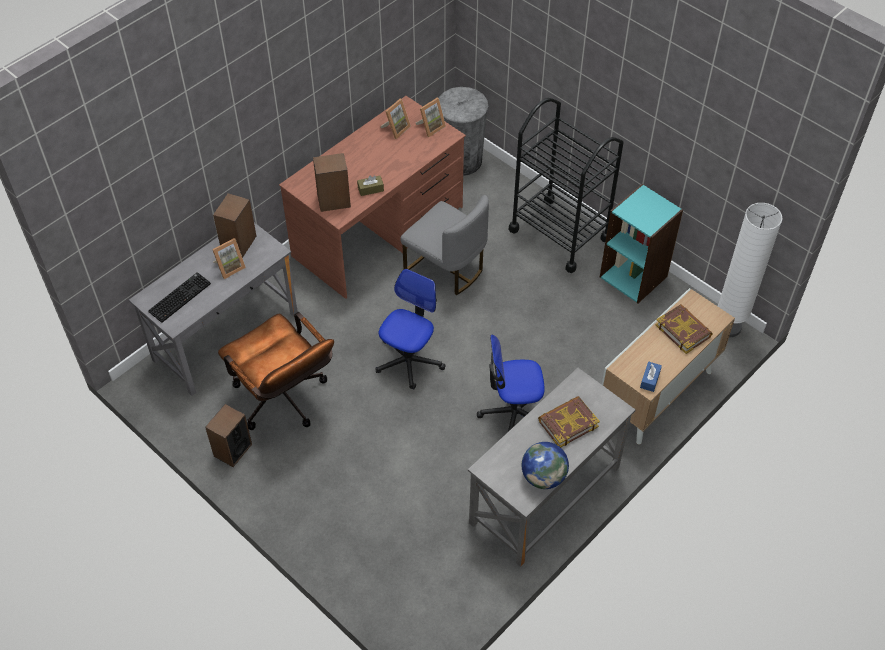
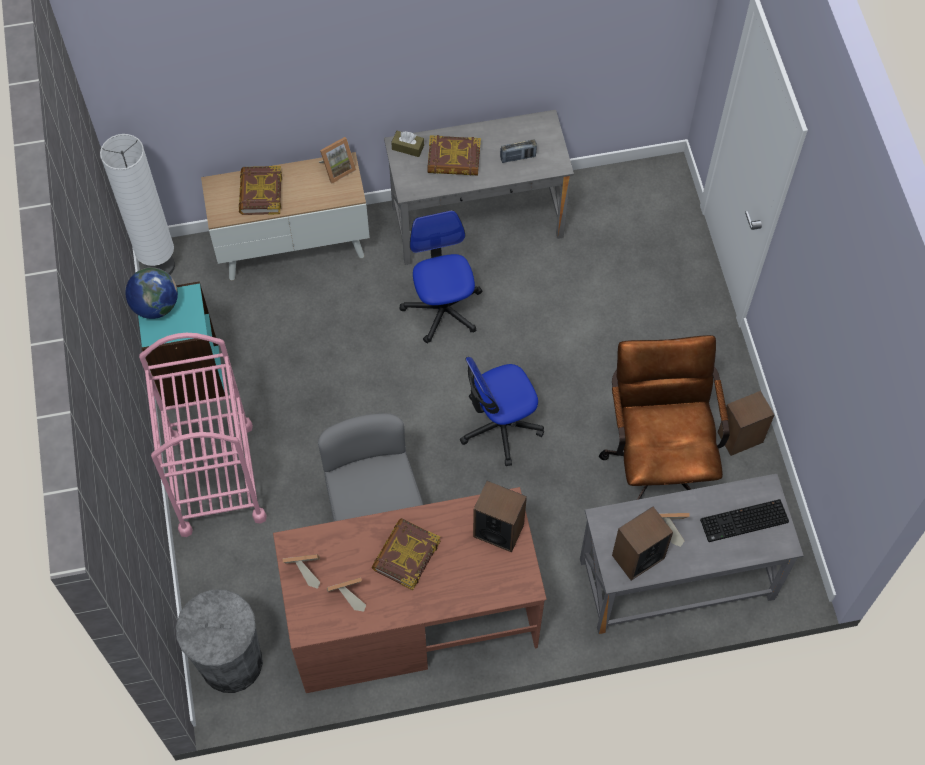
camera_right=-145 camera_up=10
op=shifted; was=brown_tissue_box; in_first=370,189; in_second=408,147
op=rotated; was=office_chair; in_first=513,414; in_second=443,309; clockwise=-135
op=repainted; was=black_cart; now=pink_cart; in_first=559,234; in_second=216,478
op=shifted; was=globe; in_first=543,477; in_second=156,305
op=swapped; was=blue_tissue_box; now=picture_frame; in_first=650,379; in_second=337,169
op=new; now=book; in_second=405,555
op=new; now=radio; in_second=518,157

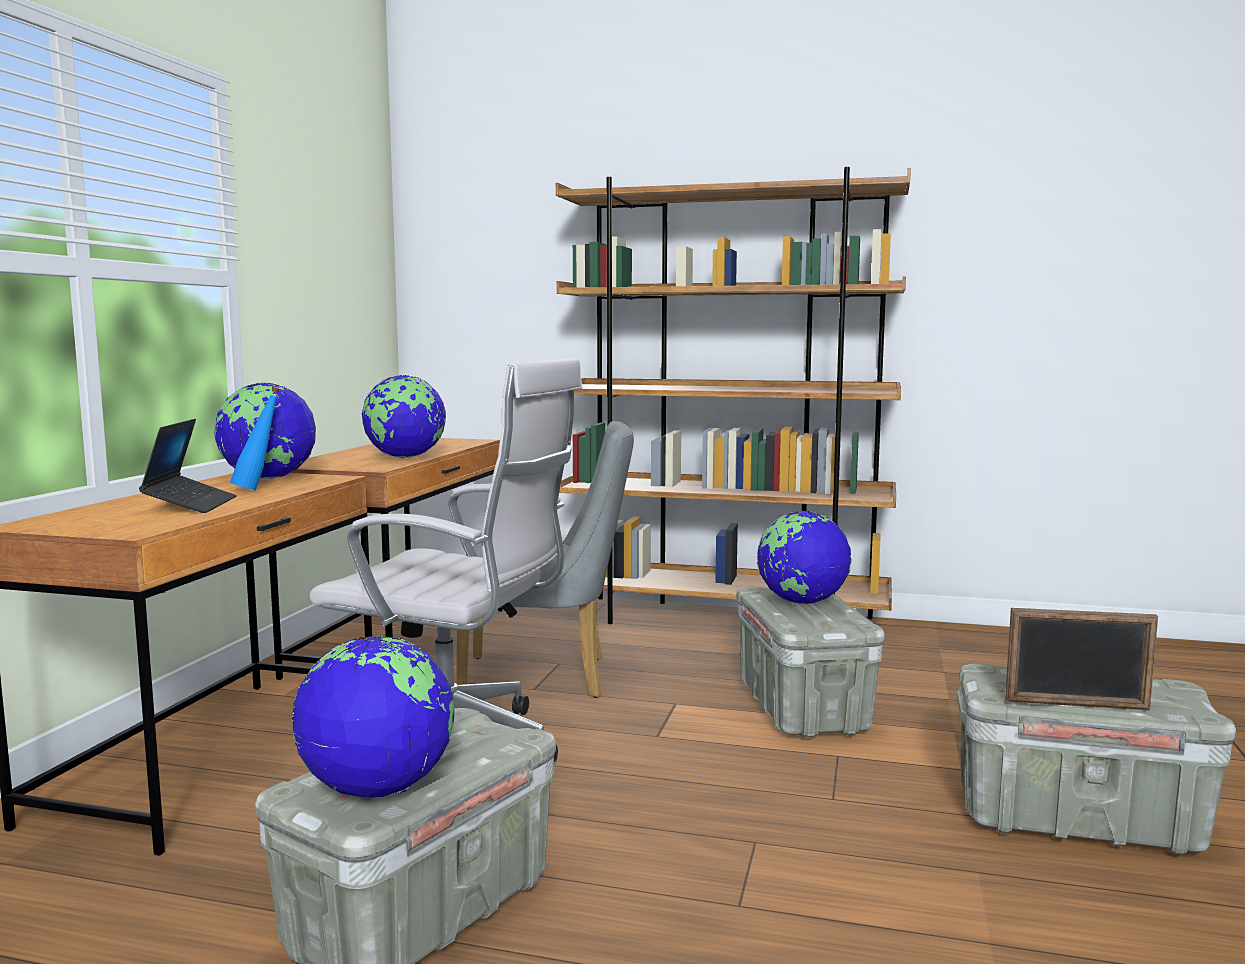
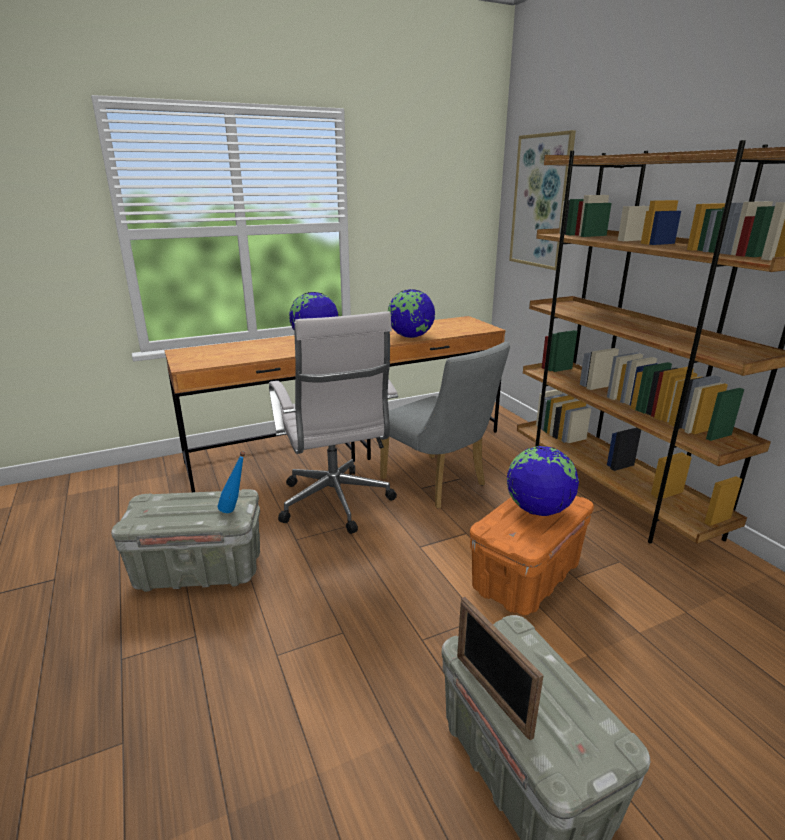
camera_right=50 camera_up=15
op=gone; was=laptop; in_first=191,505
op=shifted; was=blue_bottle; in_first=258,489; in_second=235,511
op=gone; was=globe; in_first=377,789
op=repainted; was=grey_storage_box; now=orange_storage_box; in_first=801,707; in_second=526,576
op=new; now=picture; in_second=541,202

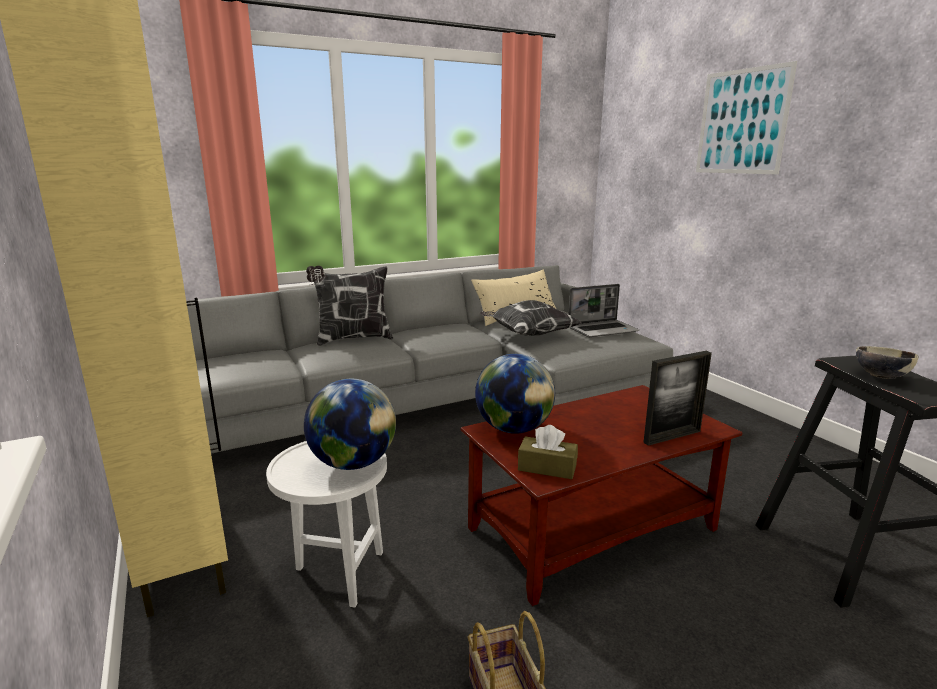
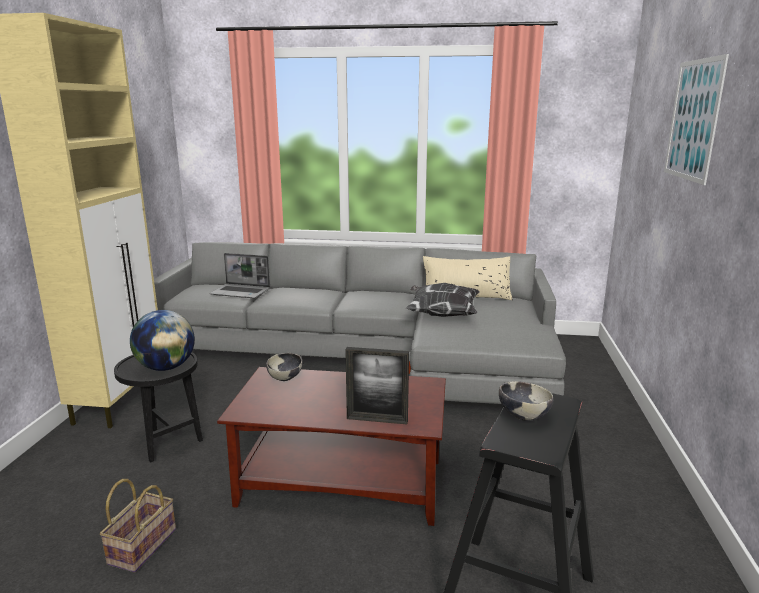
camera_right=35 camera_up=0
op=repainted; was=white_side_table; now=black_side_table; in_first=337,573; in_second=166,441
op=gone; was=pillow; in_first=352,339
op=swapped; was=globe; now=bowl; in_first=513,429; in_second=285,378
op=gone; was=brown_tissue_box; in_first=547,467
op=shifted; was=laptop; in_first=603,330; in_second=241,292

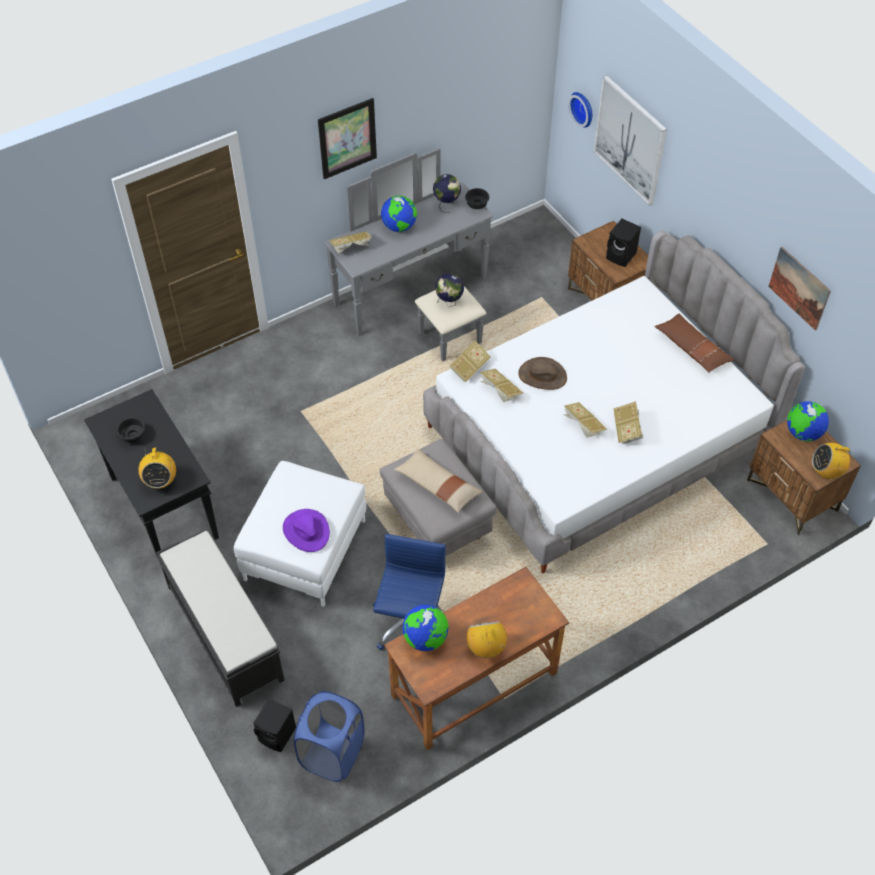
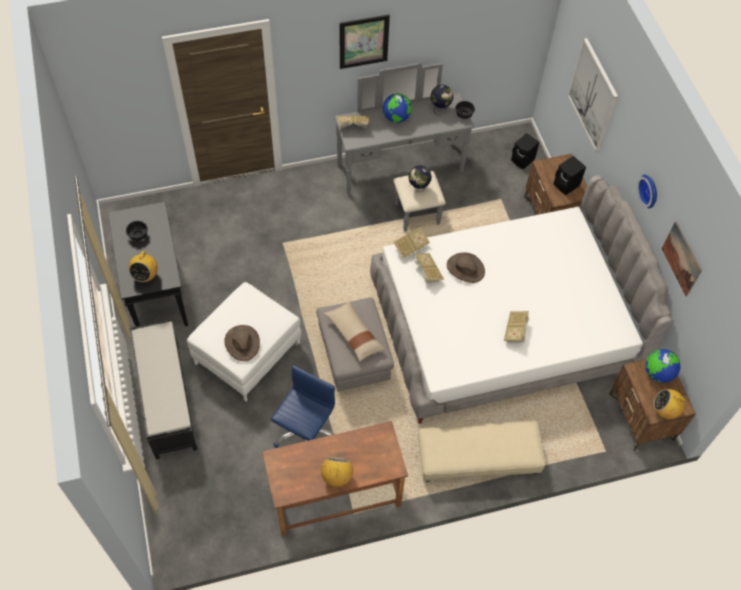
camera_right=15 camera_up=5
op=shifted; was=black_speaker; in_first=278,735; in_second=523,160
op=repainted; was=purple_hat; now=brown_hat; in_first=306,531; in_second=242,343
op=gone; was=blue_laundry_basket; in_first=332,753
op=gone; was=globe; in_first=425,639
op=gone; was=book; in_first=583,426
op=shifted; was=wall_clock; in_first=583,108; in_second=650,190
op=gone; was=brown_pillow; in_first=692,349
op=new; now=beige_ottoman; in_second=478,457

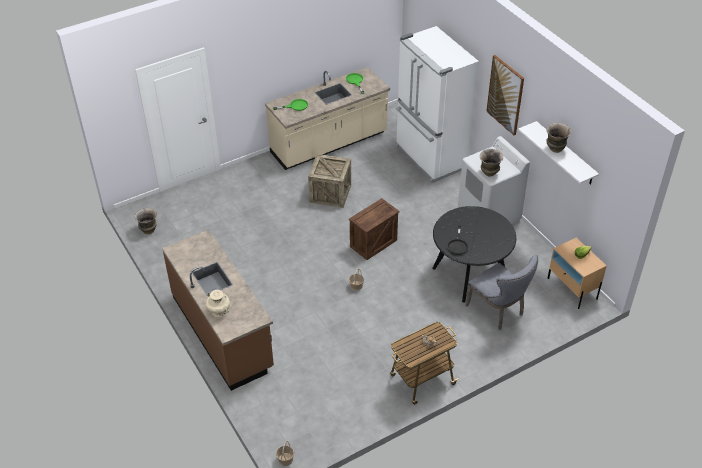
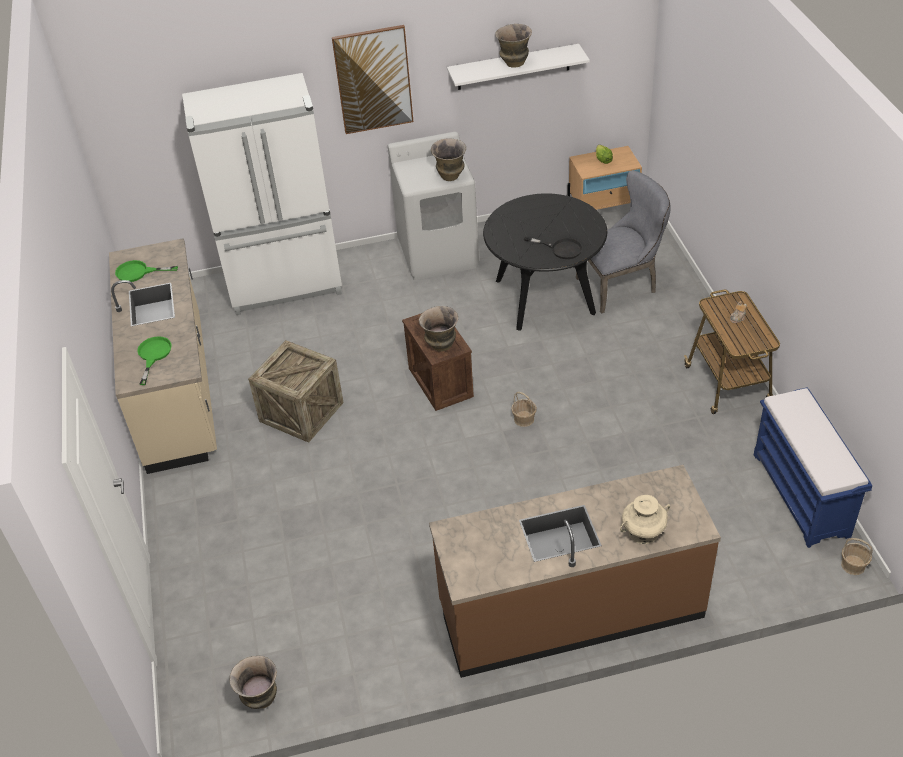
camera_right=-70 camera_up=0
op=new; now=vase; in_second=440,346
op=new; now=blue_bench; in_second=802,495

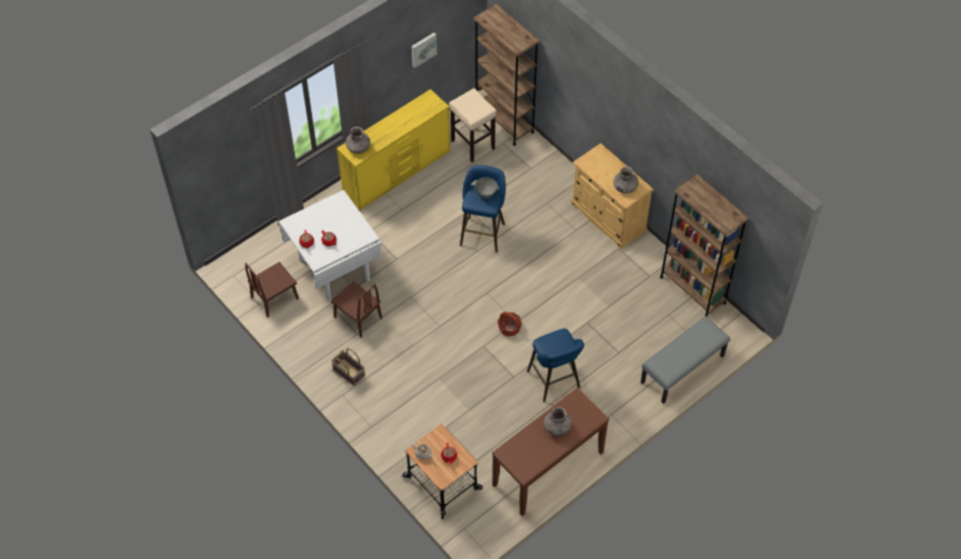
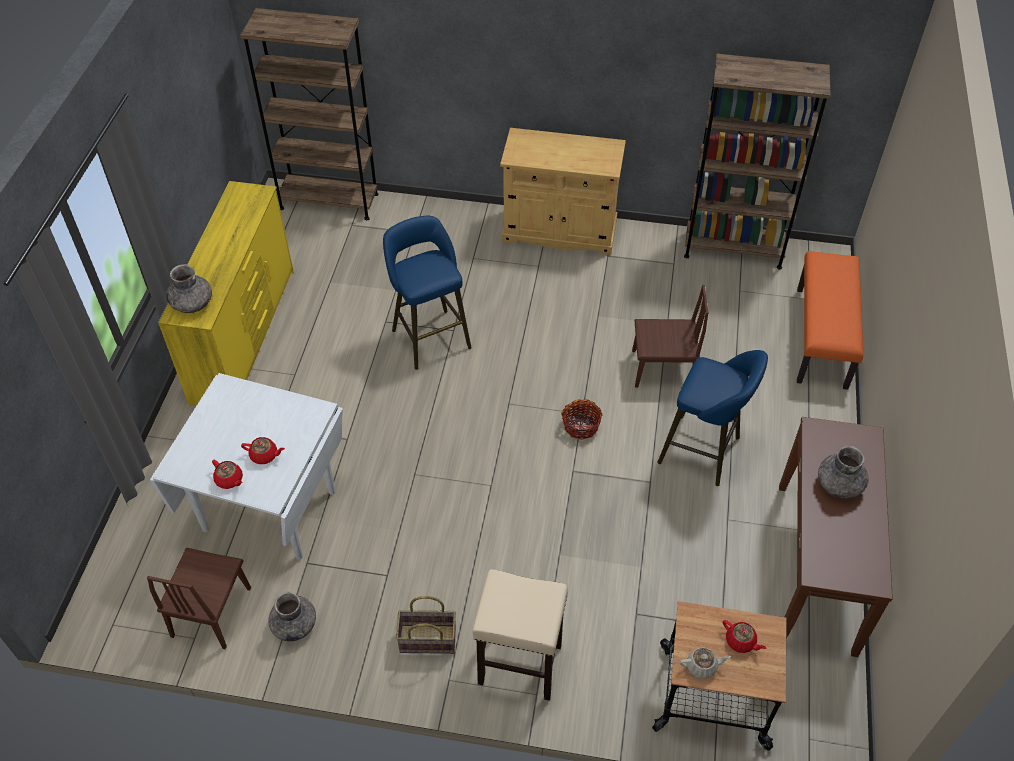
camera_right=-40 camera_up=-5
op=shifted; was=brown_chair; in_first=358,317; in_second=662,369
op=gone; was=picture; in_first=423,49
op=shifted; was=beige_stool; in_first=472,144; in_second=518,664
op=gone; was=grey_bowl; in_first=486,193
op=shifted; was=grey_vase; in_first=624,187; in_second=294,625
op=repainted; was=grey_bench; now=orange_bench; in_first=682,369; in_second=822,338

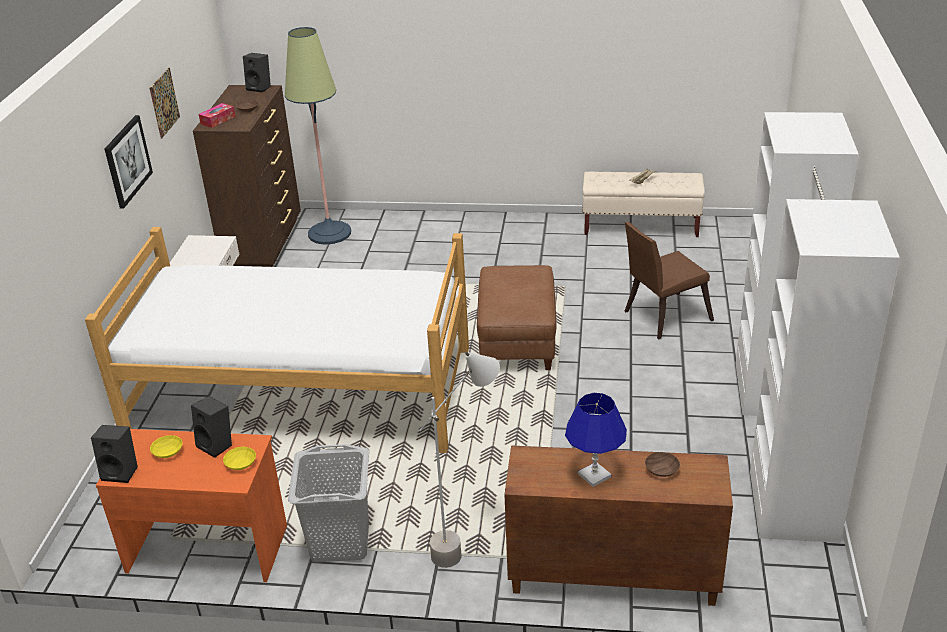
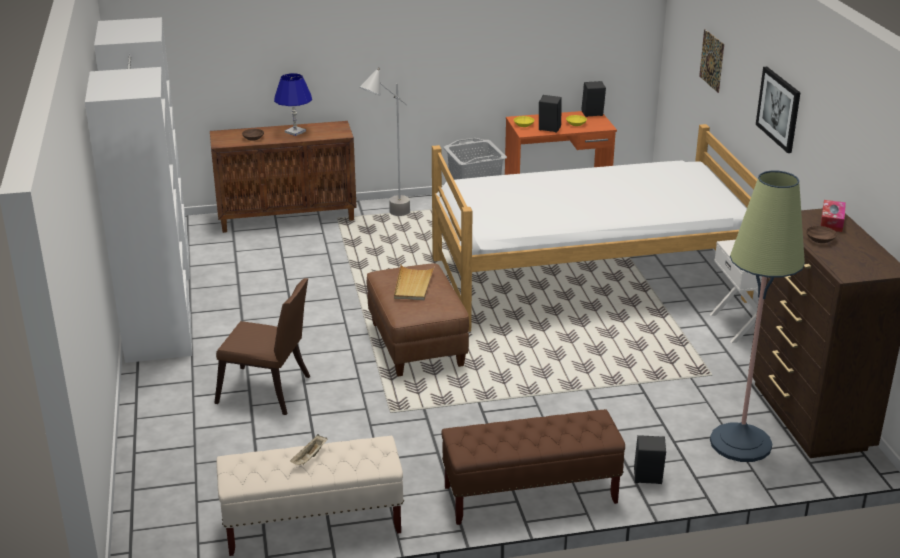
camera_right=160 camera_up=-5
op=shifted; was=picture; in_first=164,102; in_second=712,60
op=shifted; was=black_speaker; in_first=260,88; in_second=647,479
op=rotated; was=brown_chair; in_first=662,317; in_second=269,392; clockwise=60
op=new; now=beige_tray; in_second=413,285
op=new; now=brown_bench; in_second=530,495

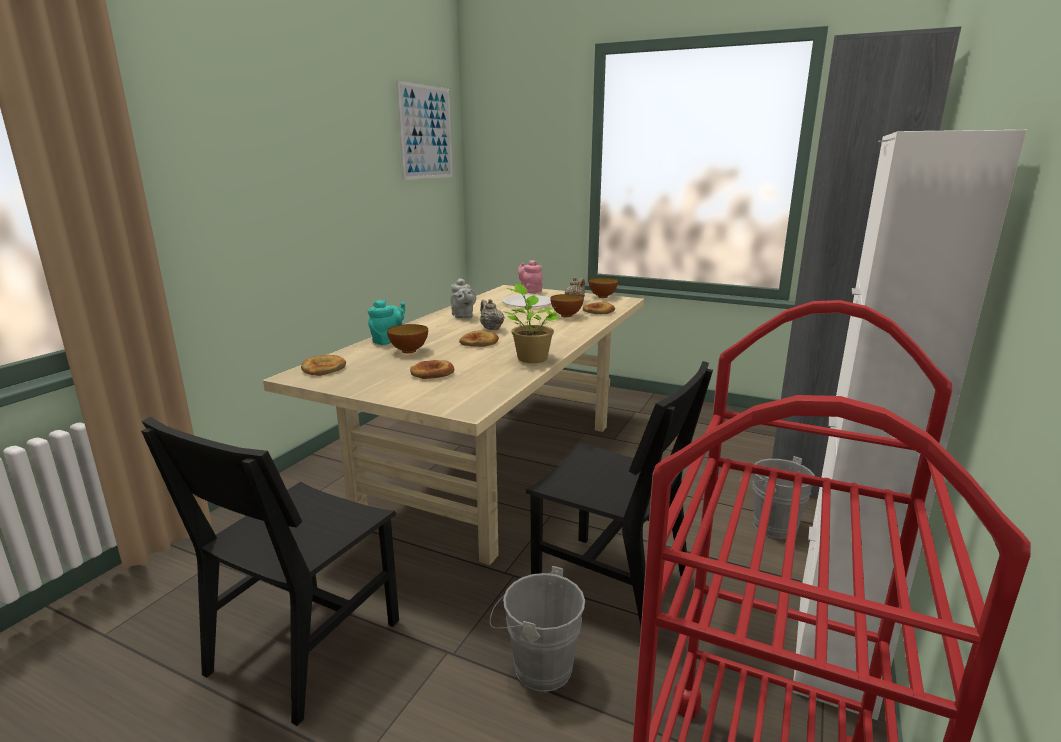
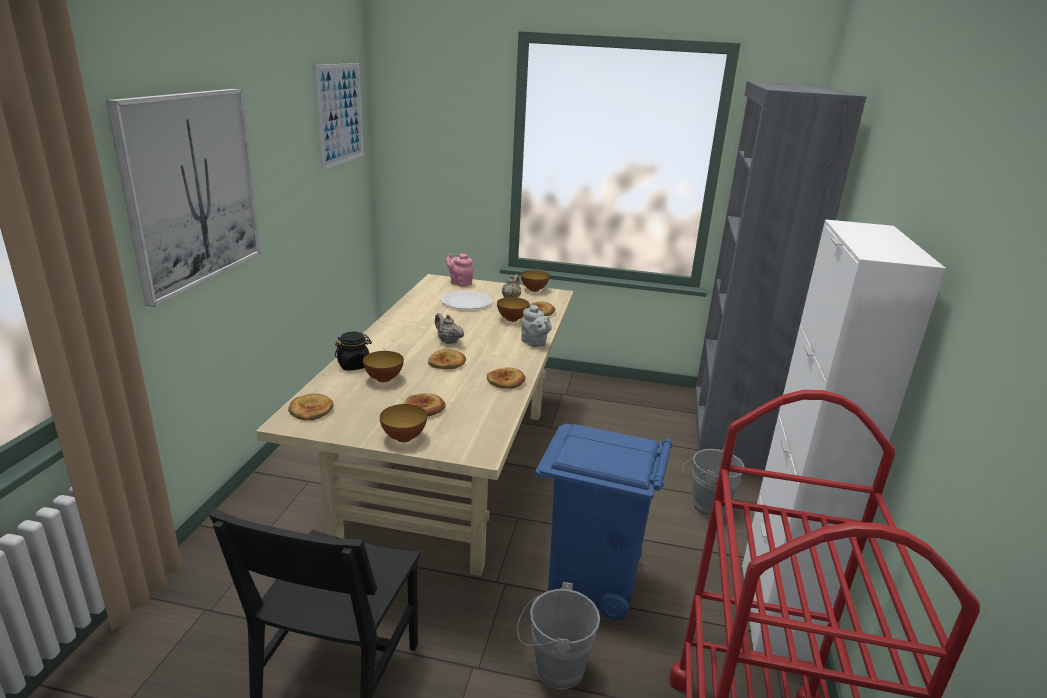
camera_right=-15 camera_up=5
op=swapped; was=turquoise_teapot; now=black_jar; in_first=388,340; in_second=354,365
op=shifted; was=grey_teapot; in_first=463,316; in_second=535,343
op=swapped; was=potted_plant; now=bread; in_first=531,358; in_second=506,381
op=swapped; was=black_chair; now=blue_trash_can; in_first=611,584; in_second=592,580
op=new; now=picture; in_second=192,190
op=new; now=bowl; in_second=404,438

